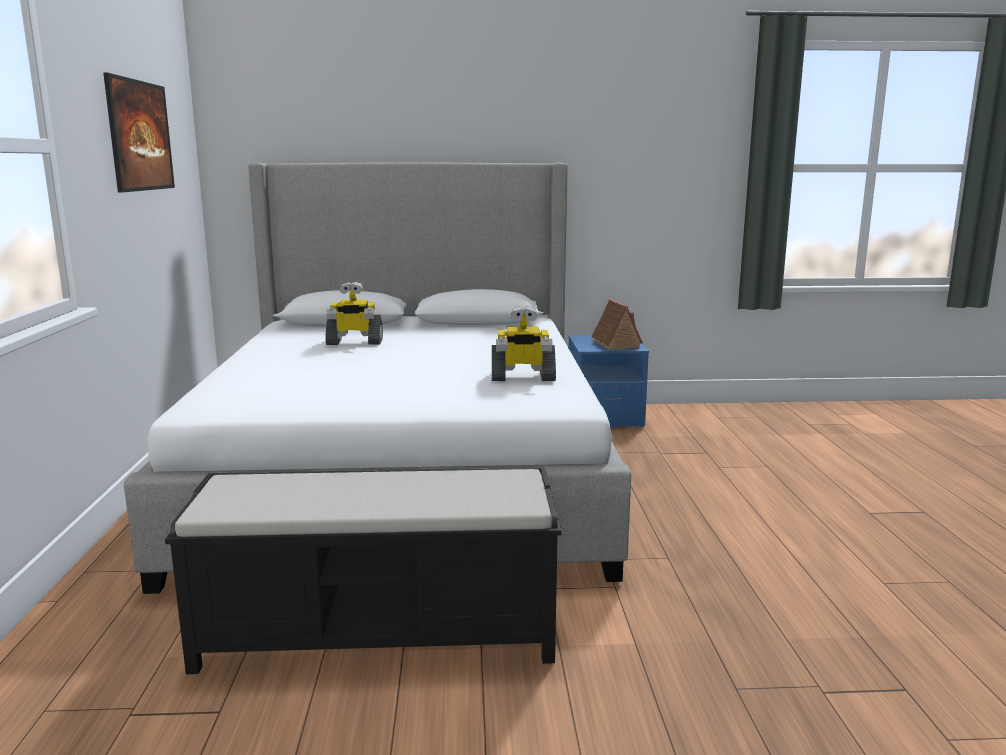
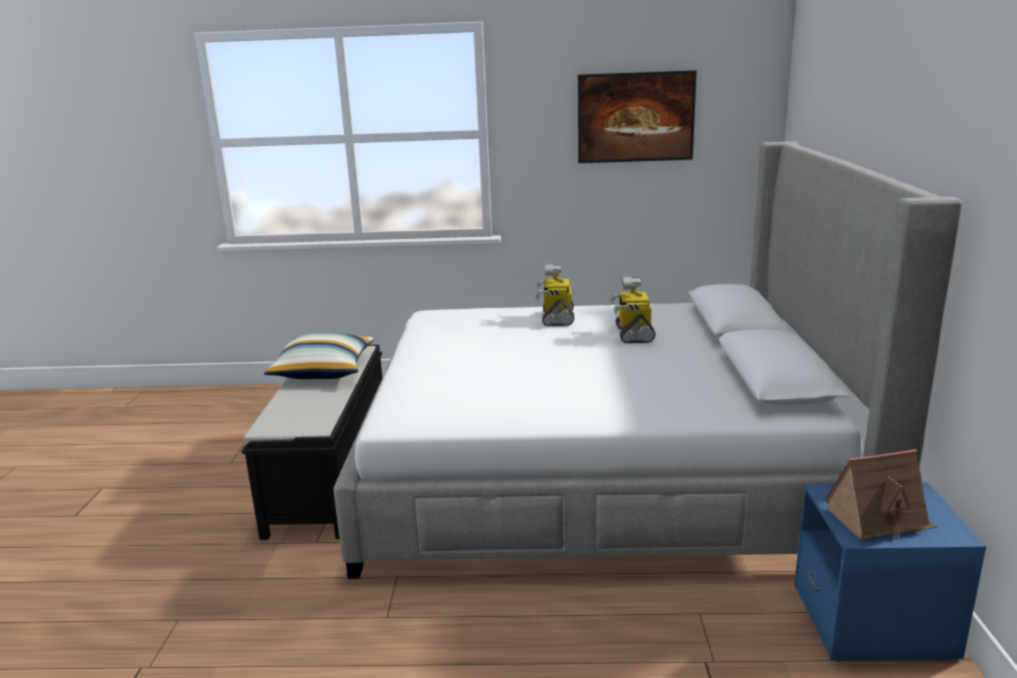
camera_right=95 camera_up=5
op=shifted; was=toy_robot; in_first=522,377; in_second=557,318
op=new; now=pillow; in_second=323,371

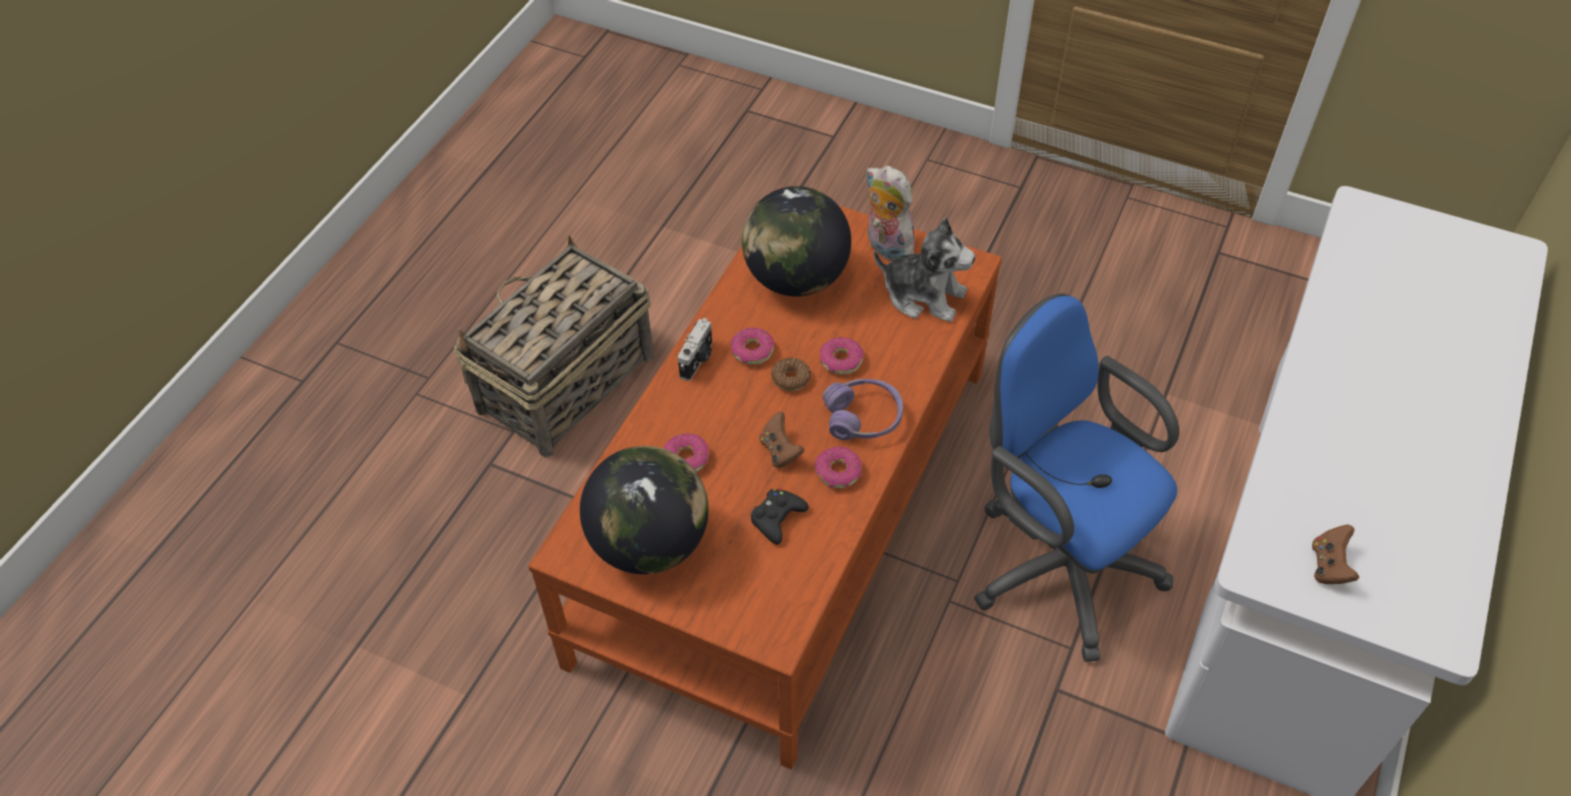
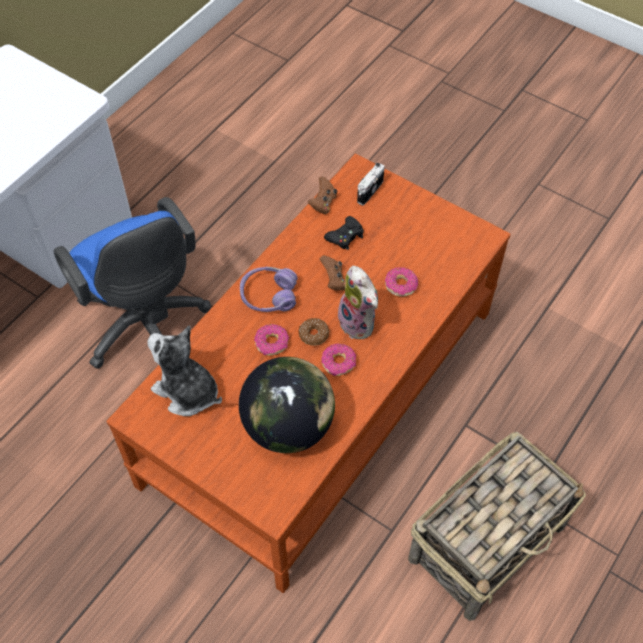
camera_right=-170 camera_up=5
op=gone; was=globe; in_first=649,543
op=shifted; was=photo_camera; in_first=698,360; in_second=369,191
op=gone; was=donut; in_first=838,473
op=shifted; was=plush_toy; in_first=885,247; in_second=359,323
op=shifted; was=brown_game_controller; in_first=1329,566; in_second=323,203

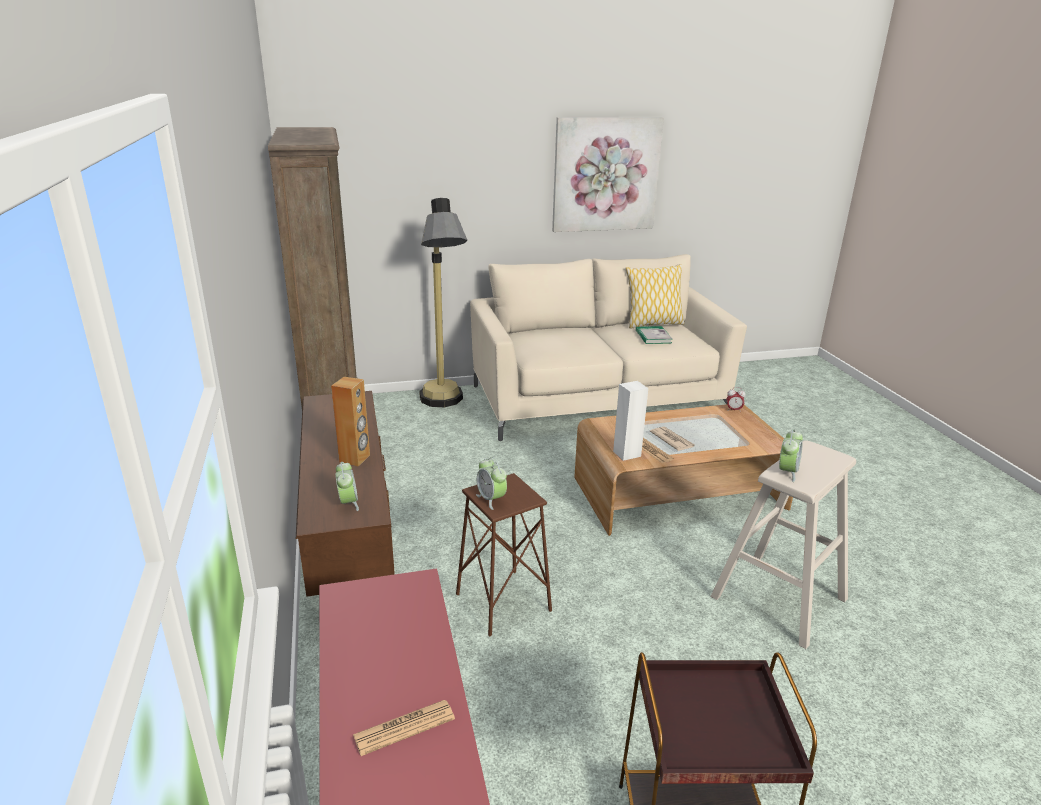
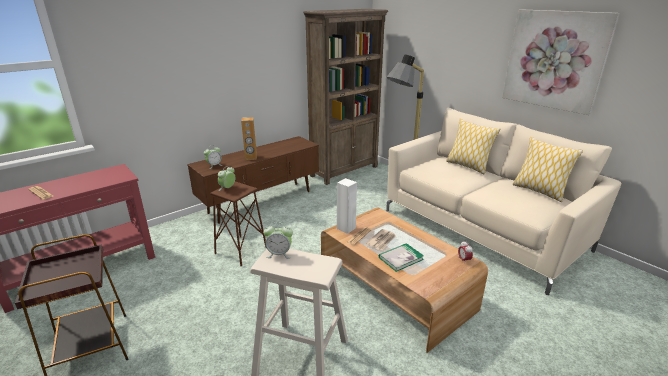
camera_right=65 camera_up=0
op=shifted; was=book; in_first=653,337; in_second=401,258
op=new; now=pillow; in_second=468,166

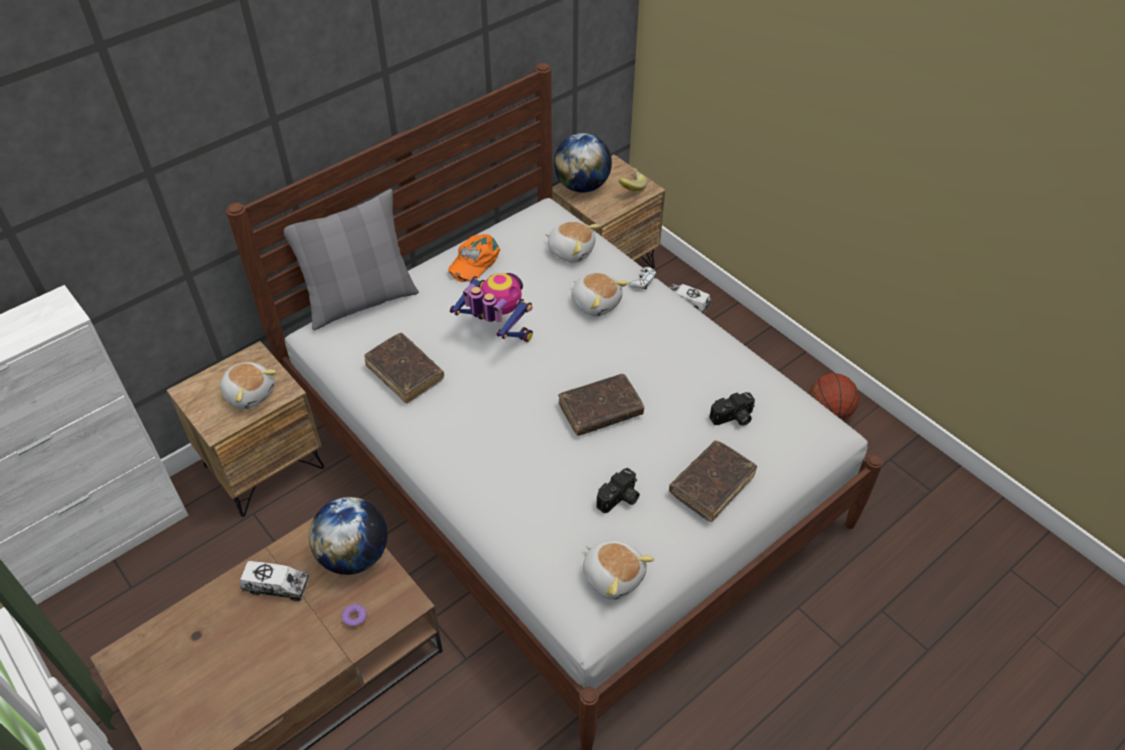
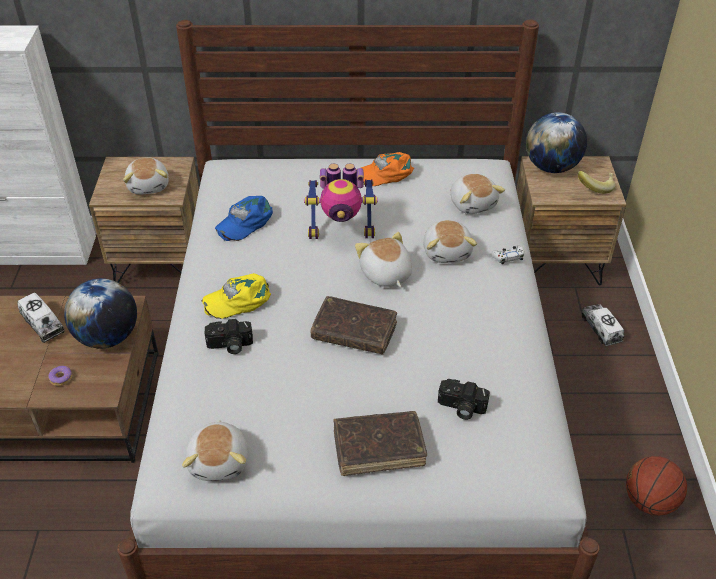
camera_right=40 camera_up=-5
op=gone; was=grey_pillow; in_first=360,301
op=swapped; was=brown_book; now=blue_cap; in_first=404,373; in_second=245,222
op=rotated; was=toy_robot; in_first=497,333; in_second=342,231; clockwise=105
op=shifted; was=photo_camera; in_first=619,499; in_second=229,345
op=new; now=yellow_cap; in_second=238,299
op=new; now=plush_toy; in_second=385,274

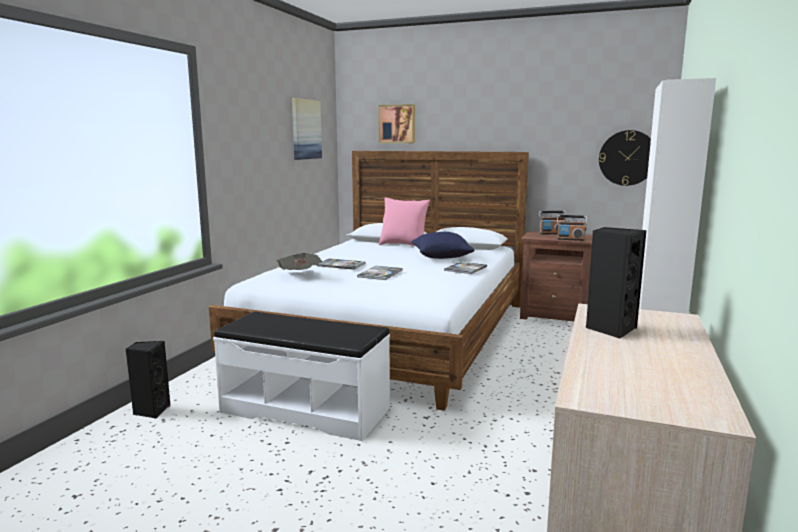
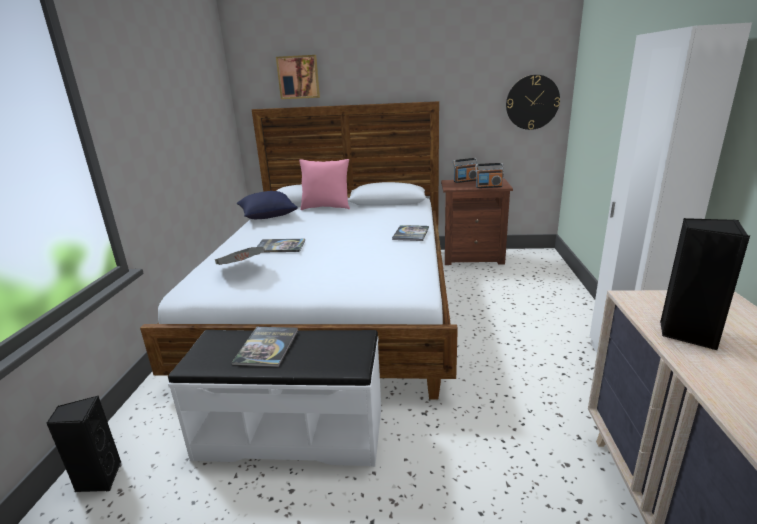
camera_right=-15 camera_up=10
op=gone; was=picture; in_first=305,129
op=shifted; was=book; in_first=380,273; in_second=267,347
op=shifted; was=blue_pillow; in_first=441,257; in_second=268,216

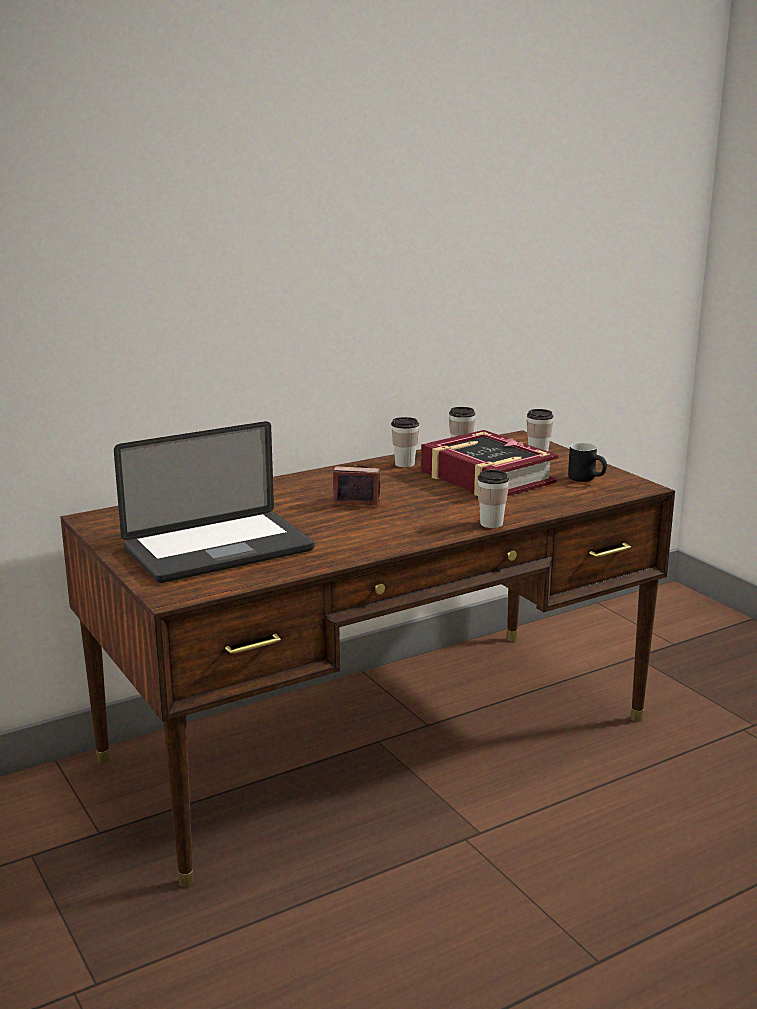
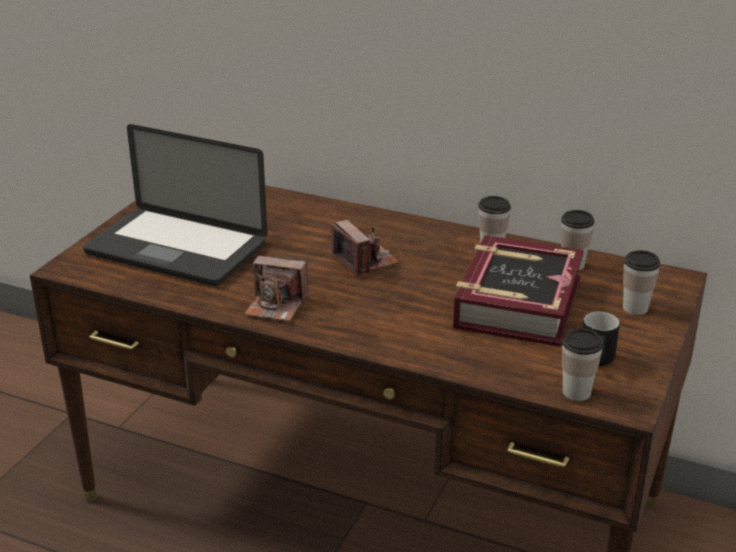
camera_right=55 camera_up=10
op=shifted; was=cup; in_first=491,524; in_second=576,392
op=new; now=photo_camera; in_second=276,305

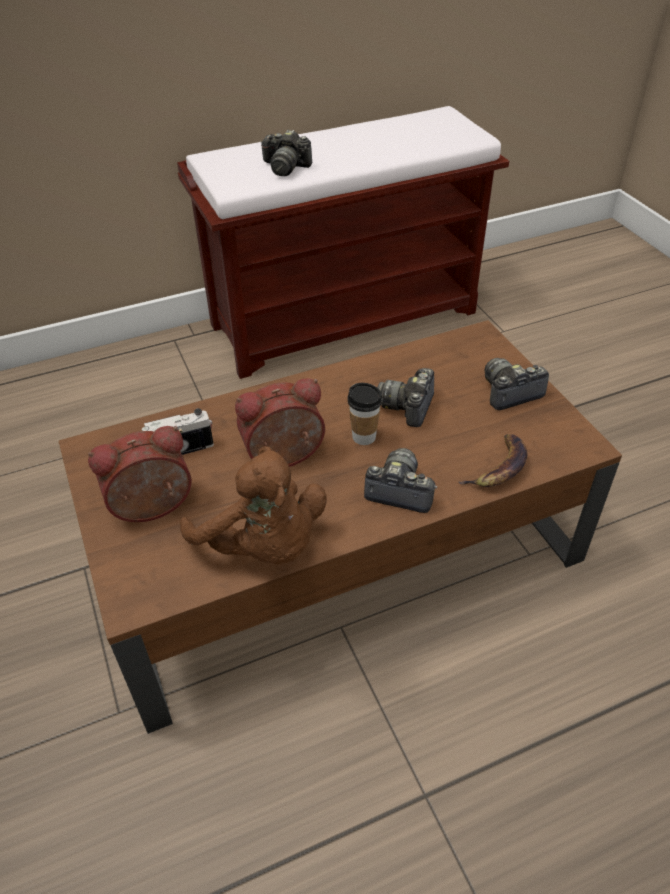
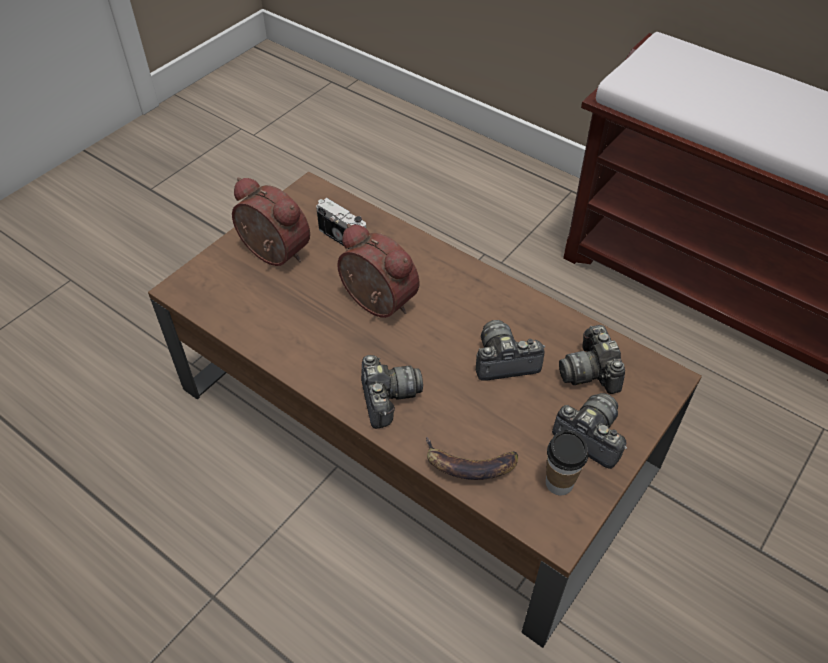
camera_right=60 camera_up=5
op=gone; was=brown_plush_toy; in_first=263,546
op=shifted; was=photo_camera; in_first=285,167; in_second=590,371
op=shifted; was=cup; in_first=364,437; in_second=559,483

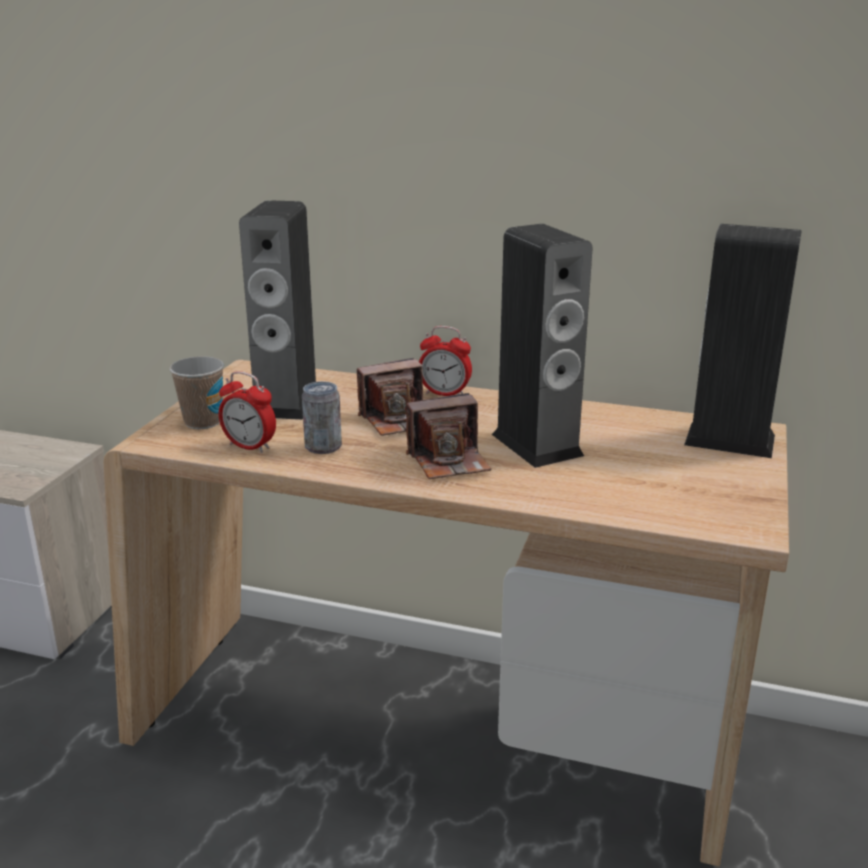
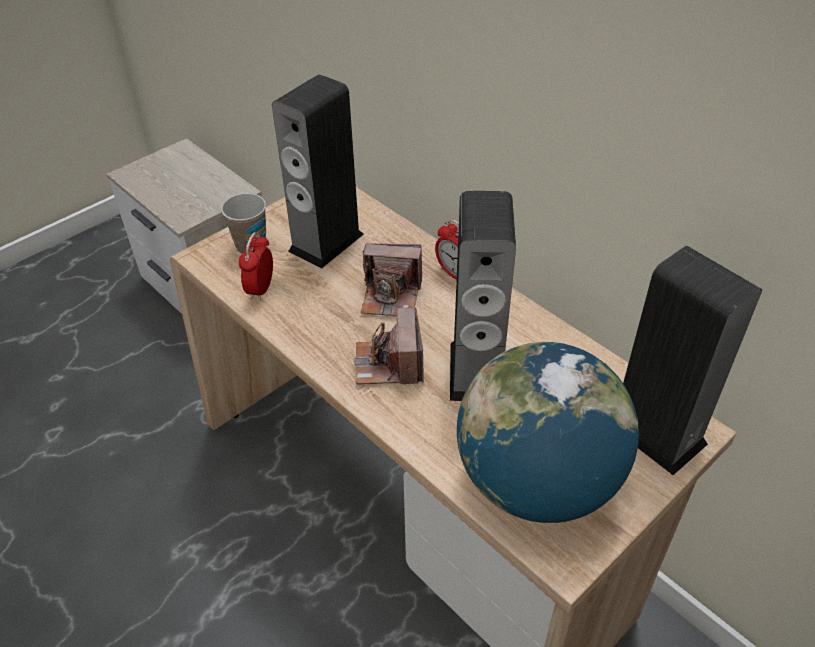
camera_right=30 camera_up=20
op=rotated; was=alarm_clock; in_first=249,447; in_second=261,289; clockwise=45
op=gone; was=can; in_first=323,447
op=rotated; was=photo_camera; in_first=449,461; in_second=389,364; clockwise=75
op=new; now=globe; in_second=537,482

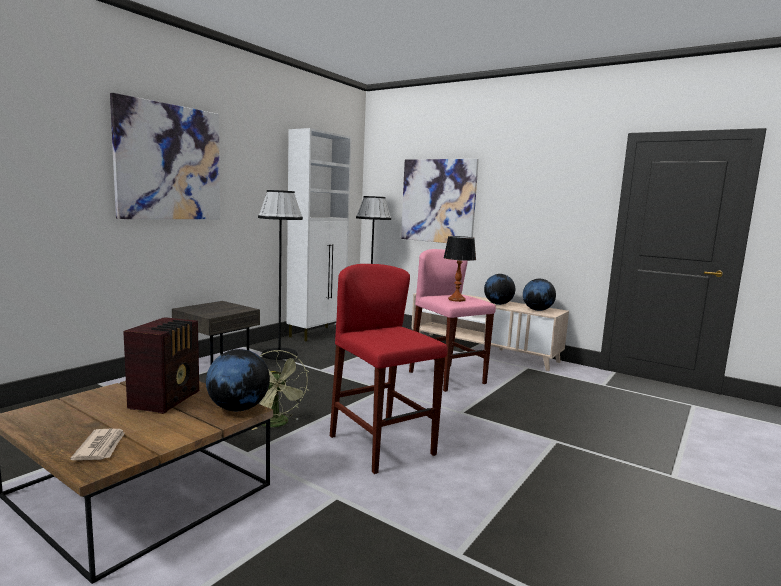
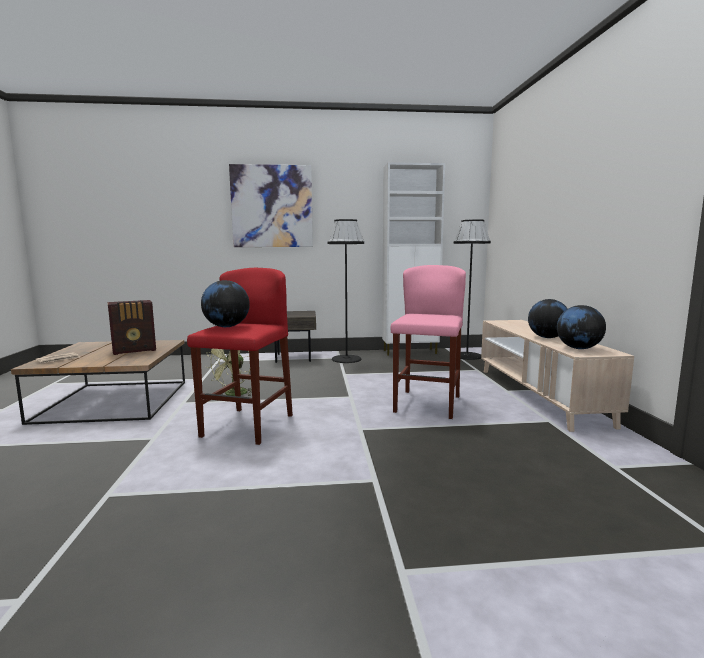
camera_right=50 camera_up=0
op=shifted; was=globe; in_first=238,408; in_second=226,326
op=gone; was=picture; in_first=438,201
op=gone; was=table_lamp; in_first=456,299

